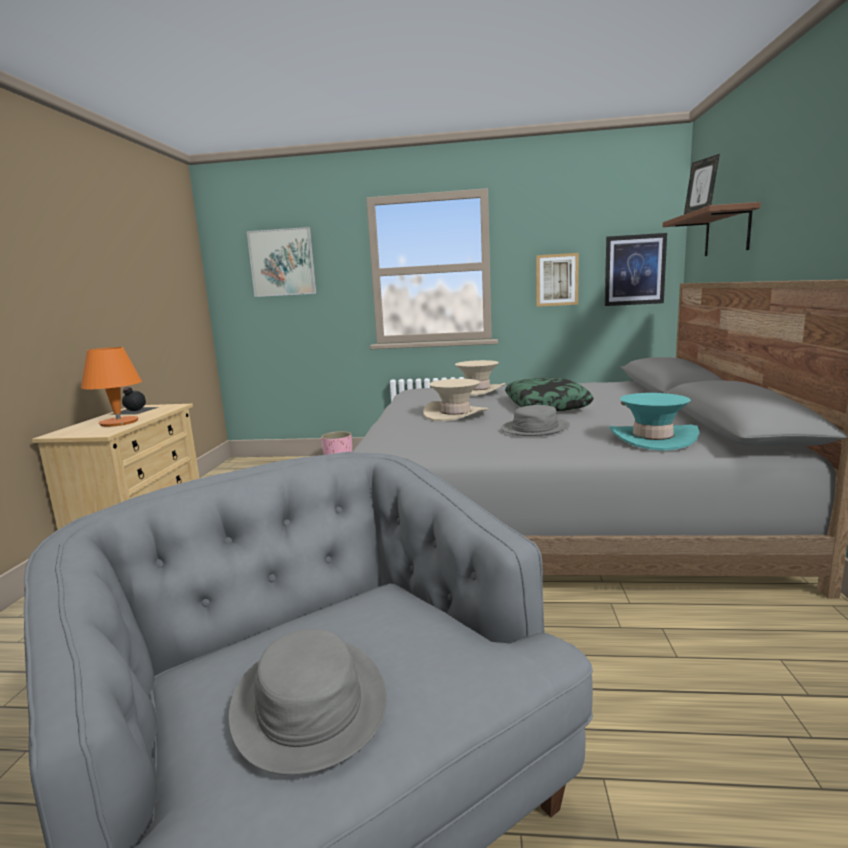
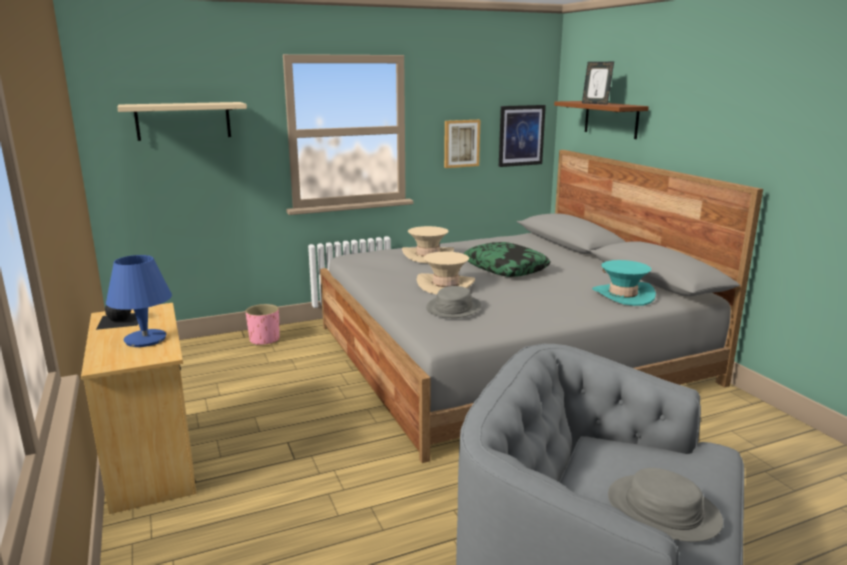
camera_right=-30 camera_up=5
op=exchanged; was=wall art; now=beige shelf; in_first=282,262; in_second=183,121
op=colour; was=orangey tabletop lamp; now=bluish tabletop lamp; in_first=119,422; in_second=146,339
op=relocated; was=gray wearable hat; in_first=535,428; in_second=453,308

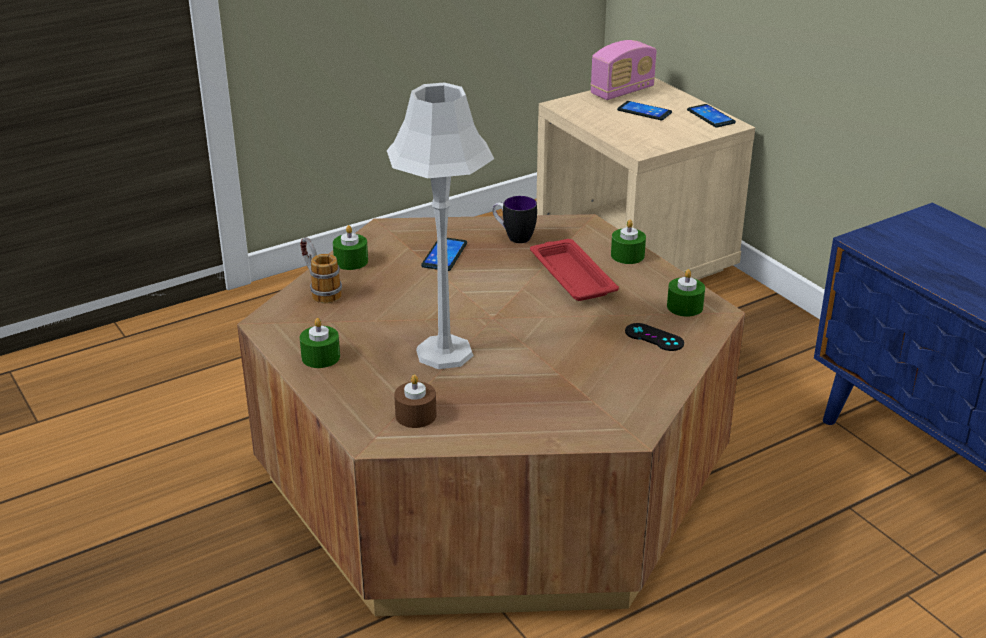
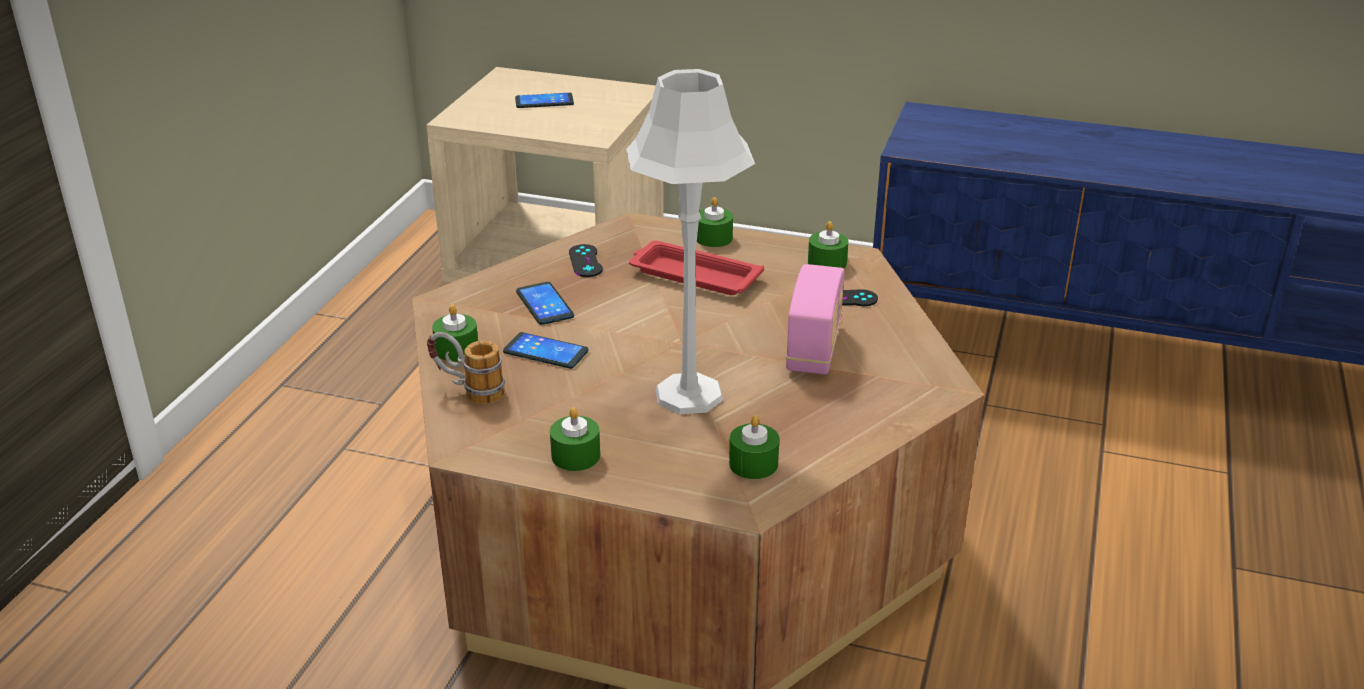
camera_right=-40 camera_up=0
op=relocated; was=radio set; in_first=622,92; in_second=814,349
op=relocated; was=telephone; in_first=710,116; in_second=545,352
op=exchanged; was=coffee mug; now=blackish joypad; in_first=513,237; in_second=585,261
op=colour; was=brown wax candle; now=green-coloured wax candle; in_first=416,415; in_second=753,464

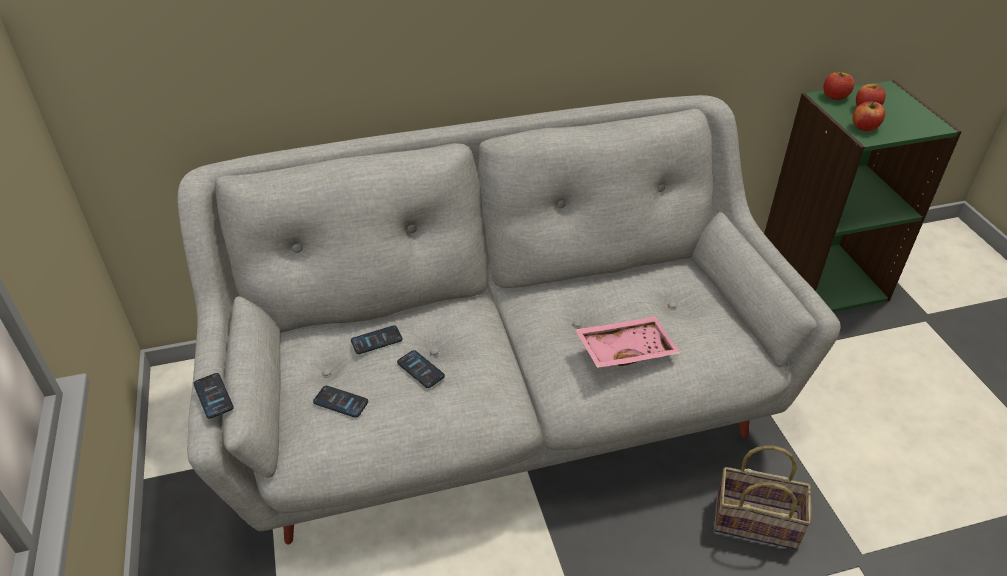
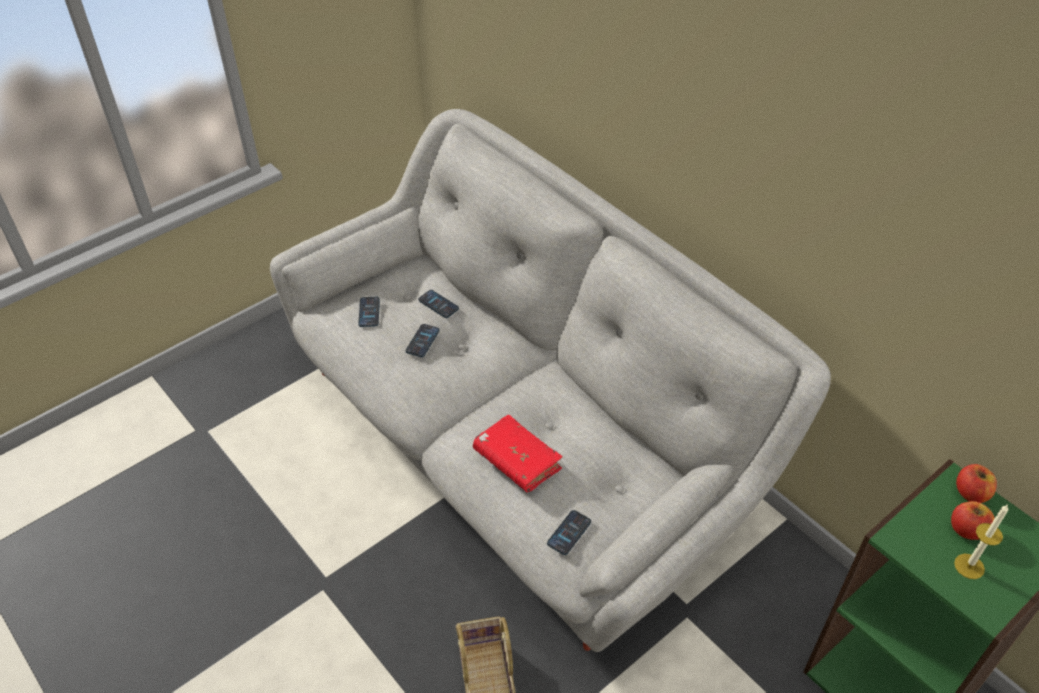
camera_right=65 camera_up=5
op=missing; was=apple; in_first=865,127
op=exchanged; was=pink-coloured serving tray; now=red-coloured volume; in_first=625,349; in_second=517,461
op=relocated; was=telephone; in_first=213,396; in_second=569,533
op=appeared; now=wax candle; in_second=969,566

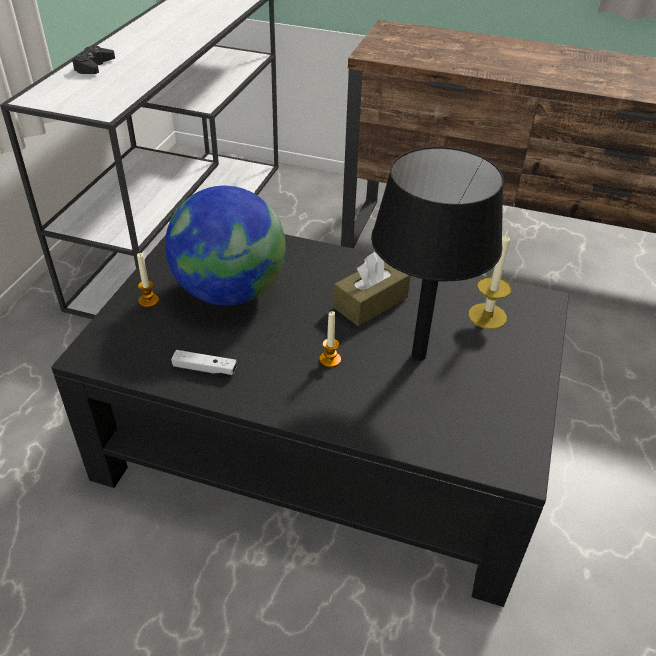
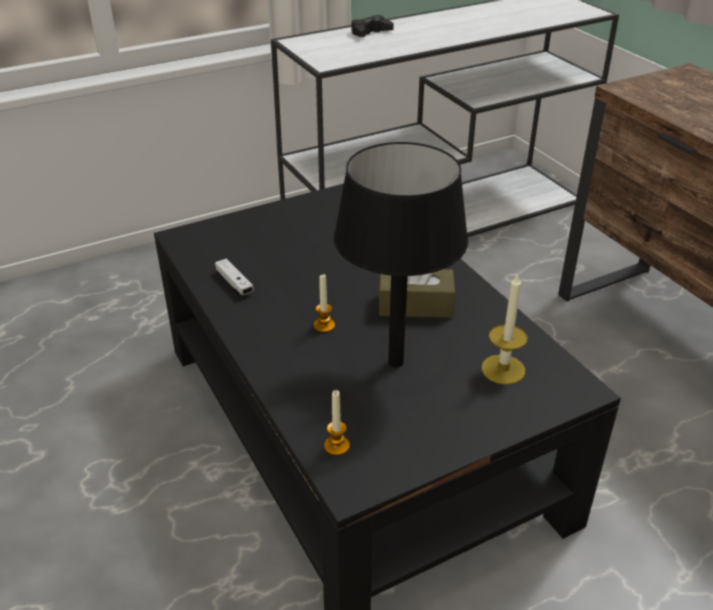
camera_right=45 camera_up=-5
op=missing; was=globe; in_first=230,292
op=relocated; was=wax candle; in_first=148,301; in_second=336,446

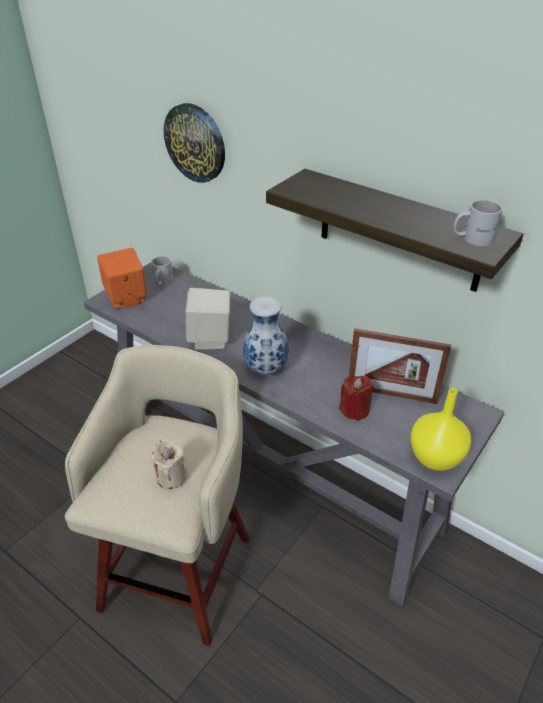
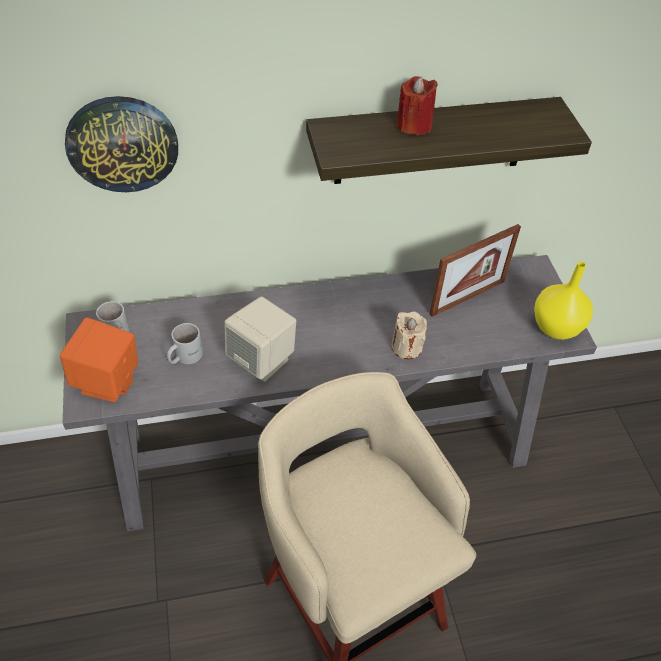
camera_right=-50 camera_up=10
op=relocated; was=whitish coffee mug; in_first=472,238; in_second=184,356
op=missing; was=flower vase; in_first=266,370
op=relocated; was=red-coloured wax candle; in_first=354,410; in_second=414,125
op=relocated; was=beige wax candle; in_first=171,477; in_second=406,347

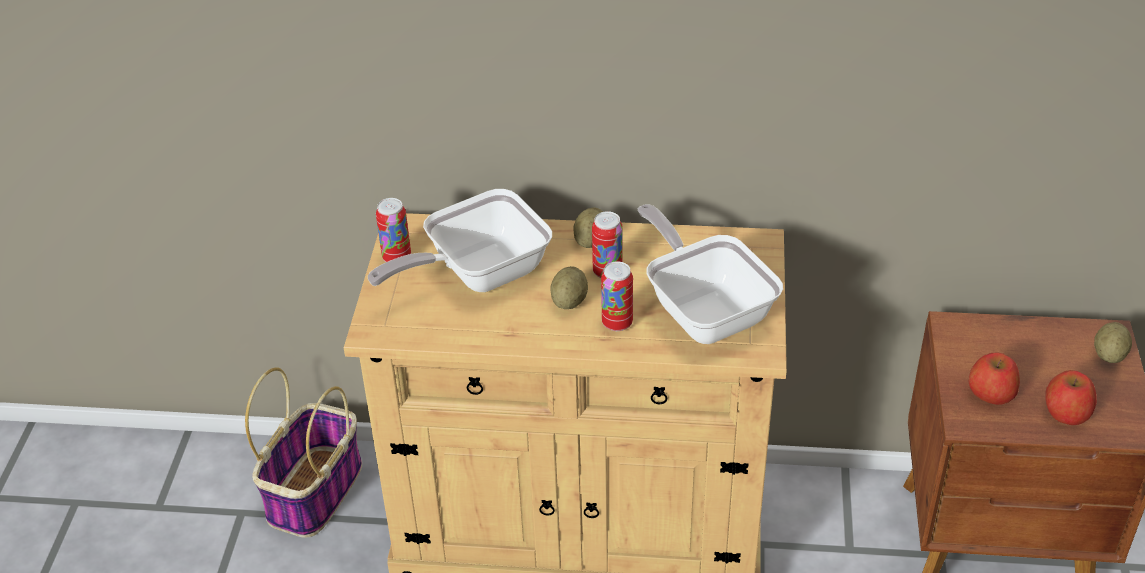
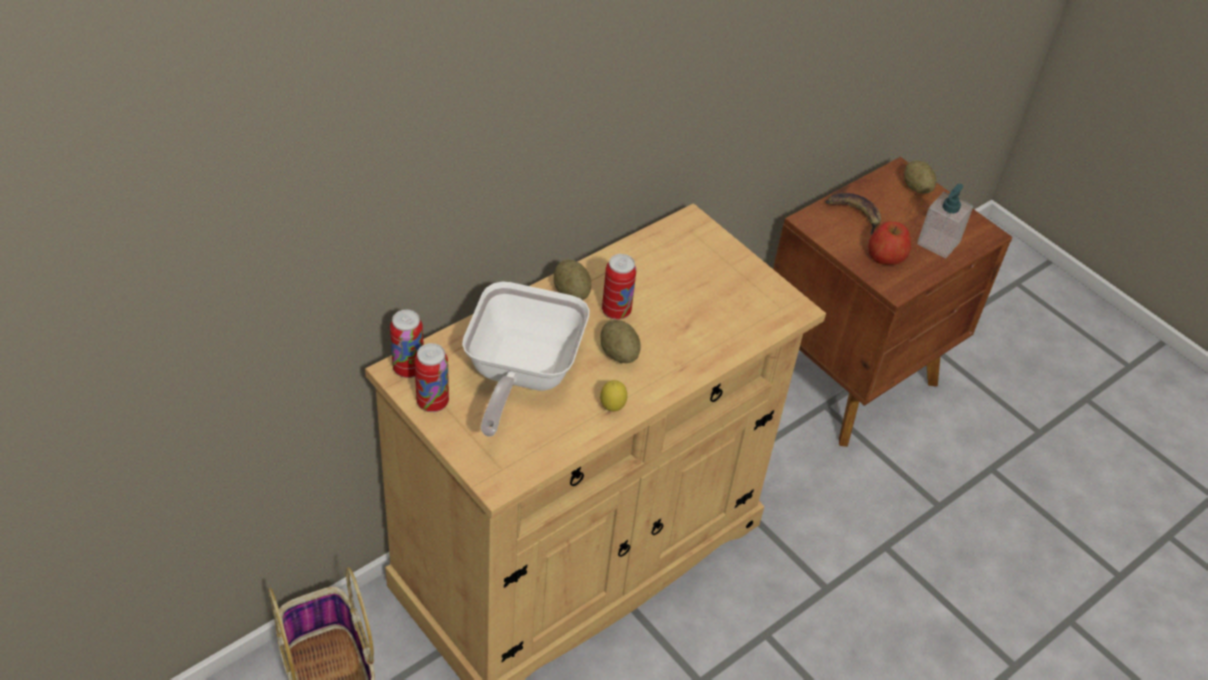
camera_right=-50 camera_up=5
op=missing; was=skillet; in_first=704,310
op=relocated; was=can; in_first=617,323; in_second=408,369
op=exchanged; was=apple; now=soap dispenser; in_first=1066,412; in_second=938,243
op=appeared; now=banana; in_second=853,214
op=appeared; now=whole lemon; in_second=612,408

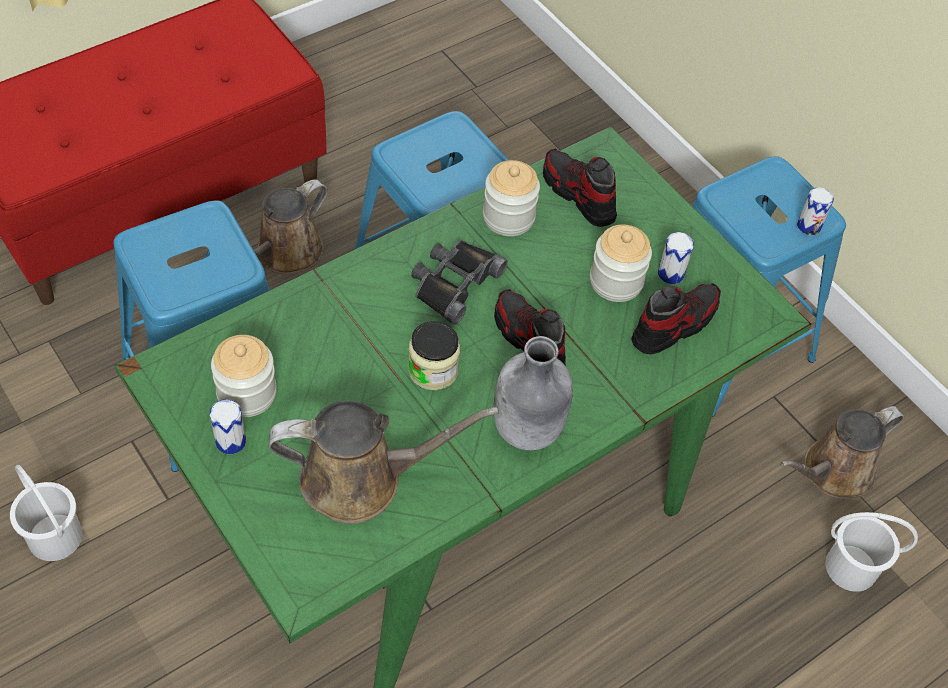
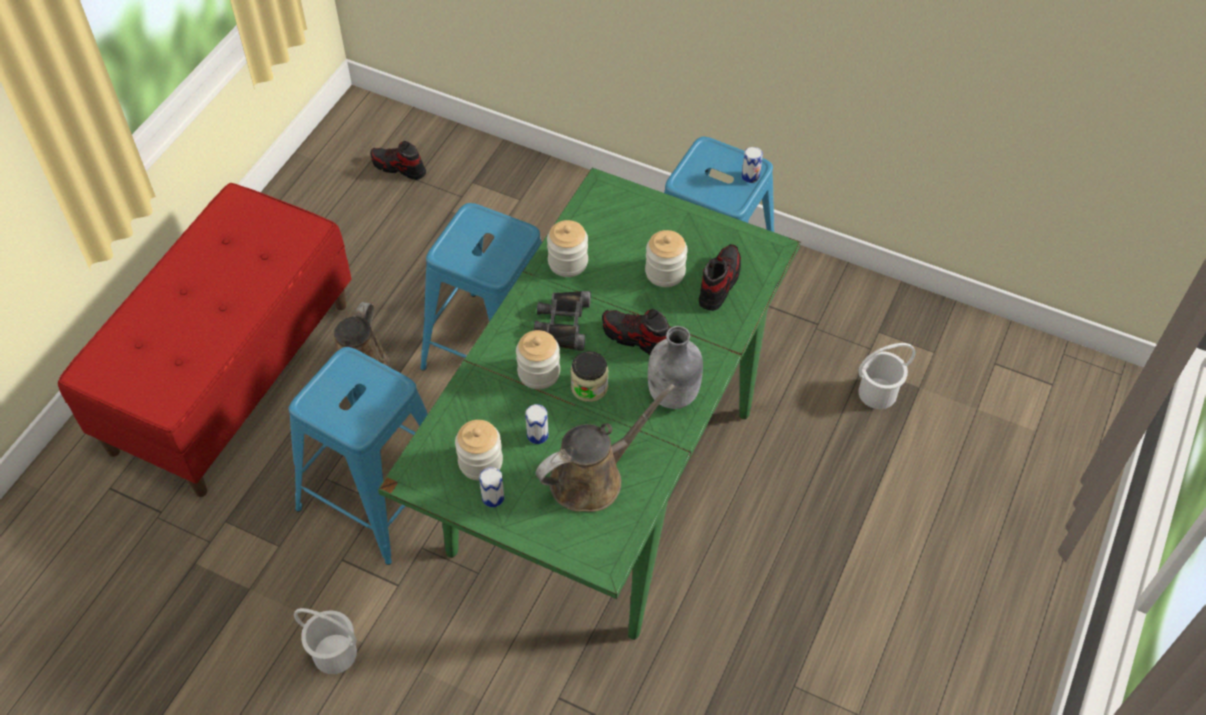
camera_right=-25 camera_up=0
op=relocated; was=item of footwear; in_first=578,195; in_second=399,168
op=relocated; was=can; in_first=670,274; in_second=537,435
op=missing; was=brown watering pot; in_first=832,472
op=appeared; now=storage jar; in_second=539,372

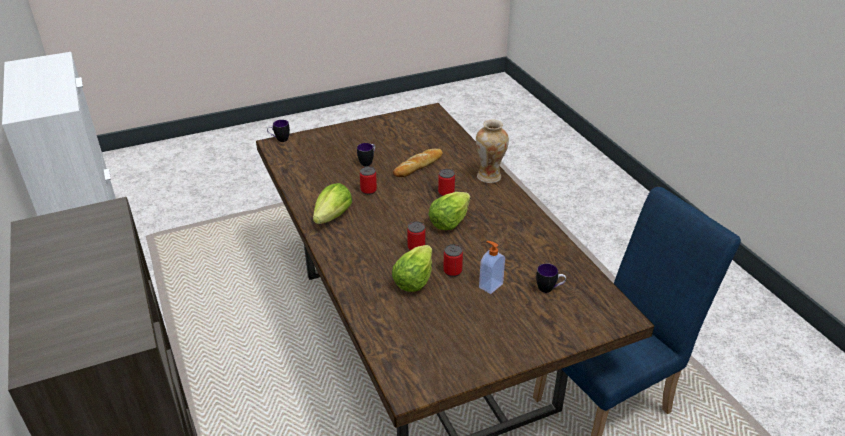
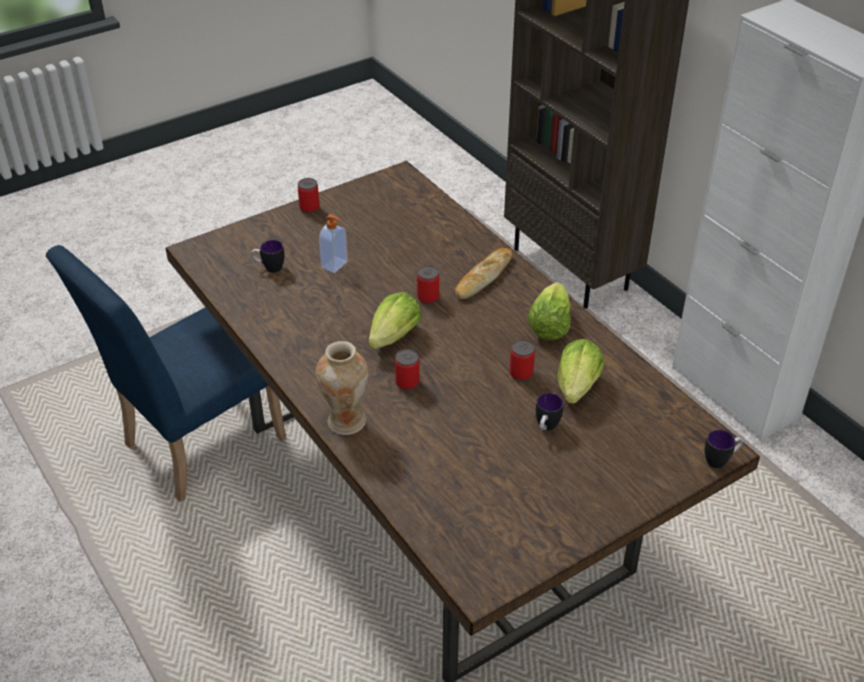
camera_right=170 camera_up=5
op=relocated; was=bakery bread; in_first=418,165; in_second=483,277
op=relocated; was=can; in_first=452,271; in_second=309,208
op=relocated; was=lettuce; in_first=413,280; in_second=577,386

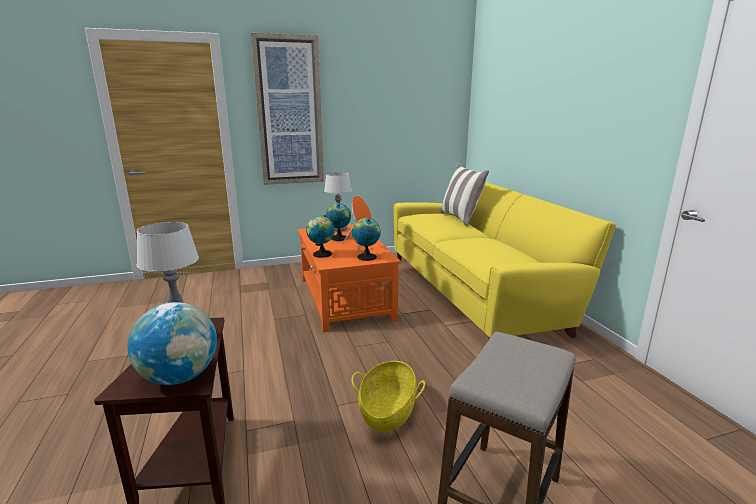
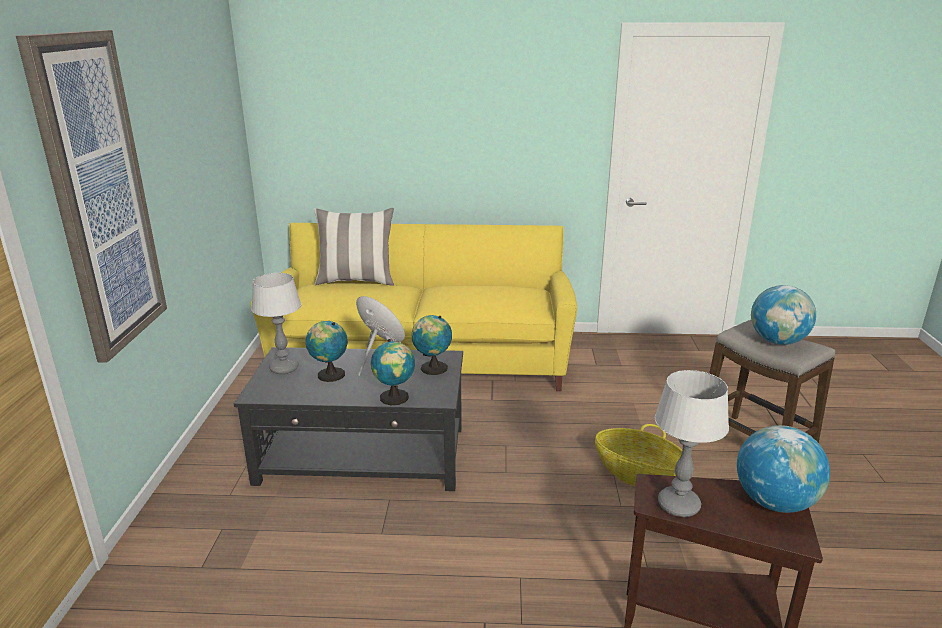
camera_right=-70 camera_up=5
op=colour; was=orangey coffee table; now=blackish coffee table; in_first=345,298; in_second=363,455
op=appeared; now=globe; in_second=777,341

